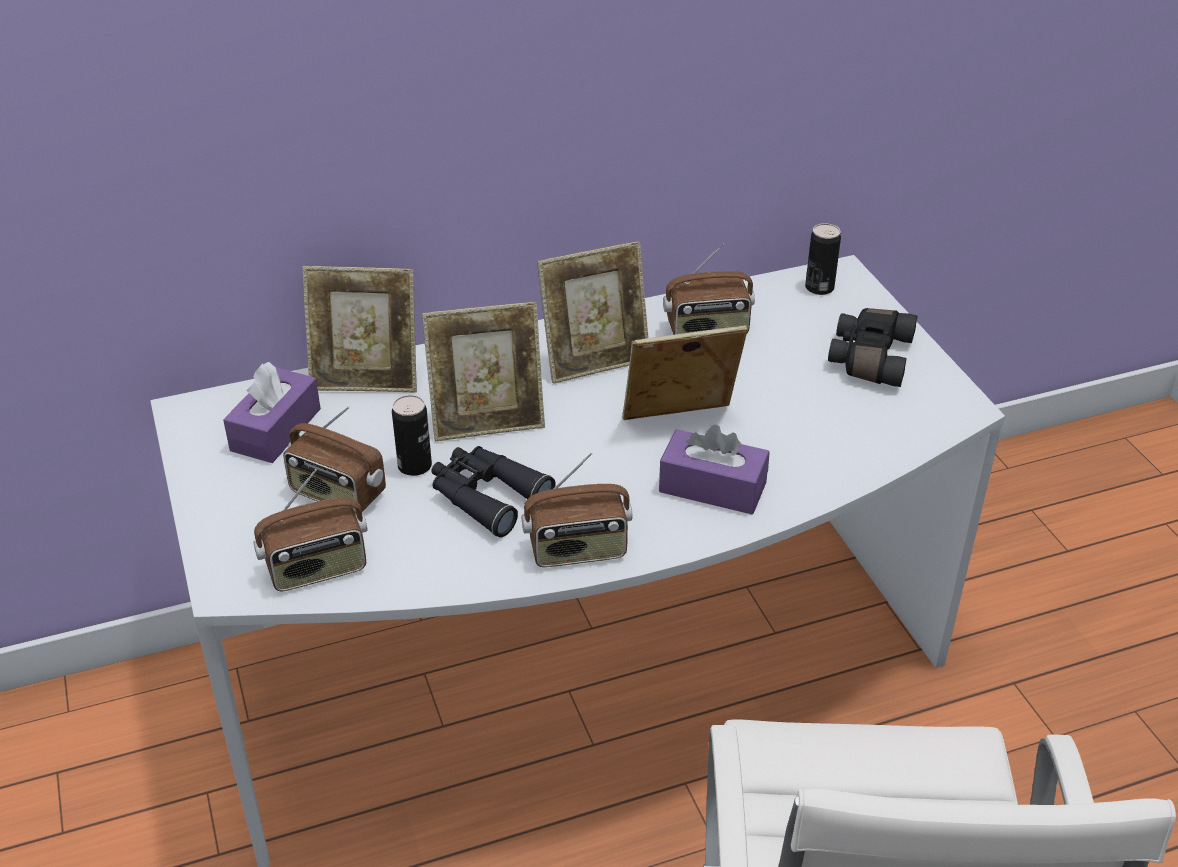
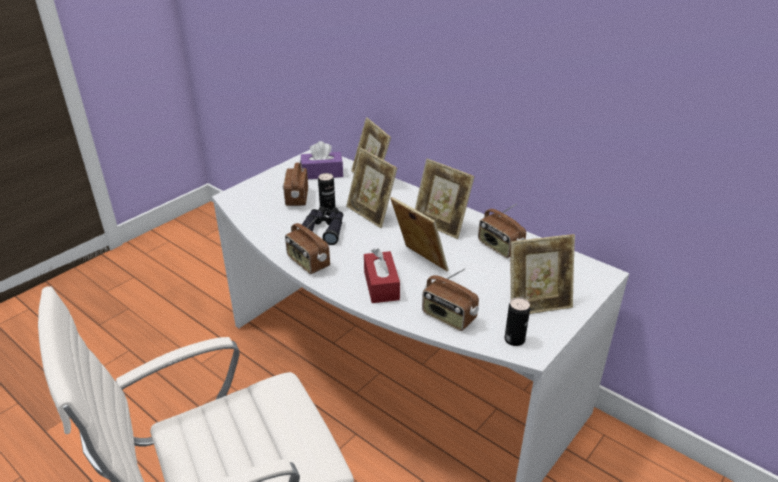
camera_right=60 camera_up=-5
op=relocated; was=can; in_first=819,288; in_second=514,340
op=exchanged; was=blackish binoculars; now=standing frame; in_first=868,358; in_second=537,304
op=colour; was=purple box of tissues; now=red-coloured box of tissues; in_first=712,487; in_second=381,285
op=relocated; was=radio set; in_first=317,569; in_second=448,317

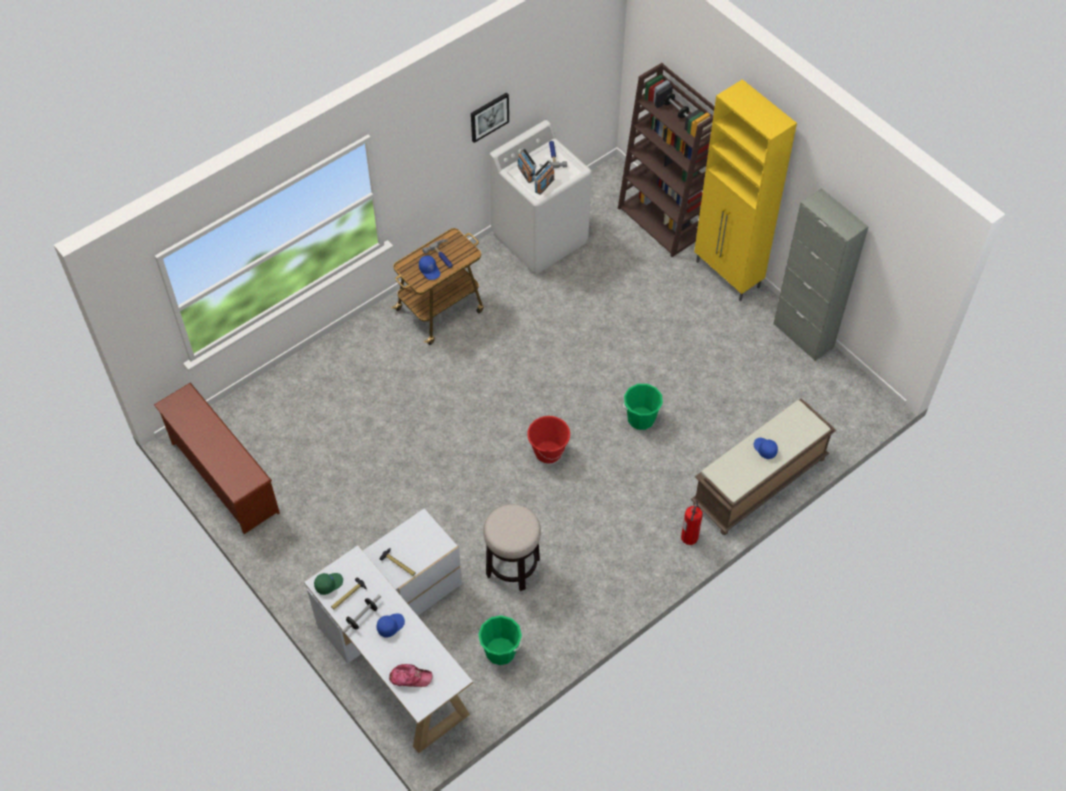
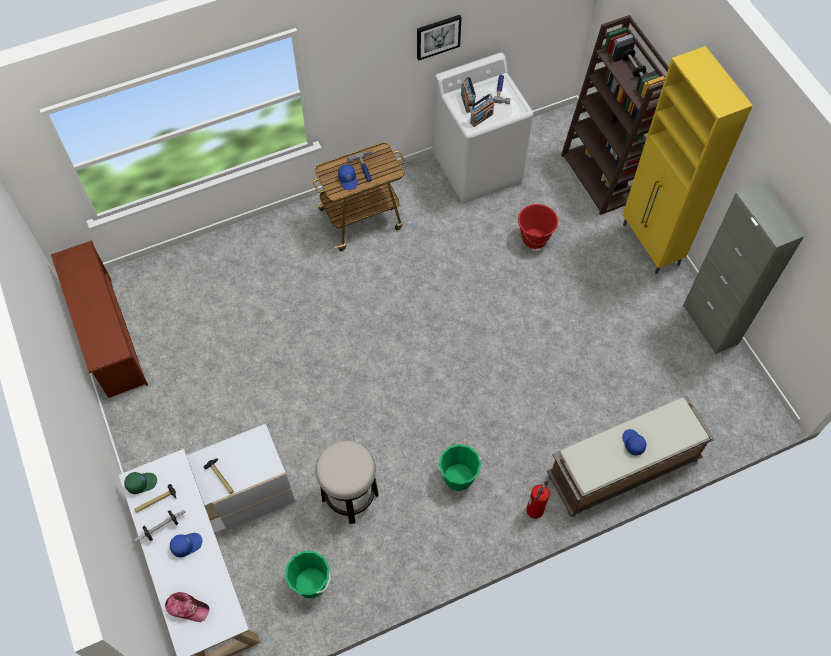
camera_right=15 camera_up=5
op=relocated; was=green-coloured bucket; in_first=641,418; in_second=458,477
op=relocated; was=red-coloured bucket; in_first=548,452; in_second=534,239

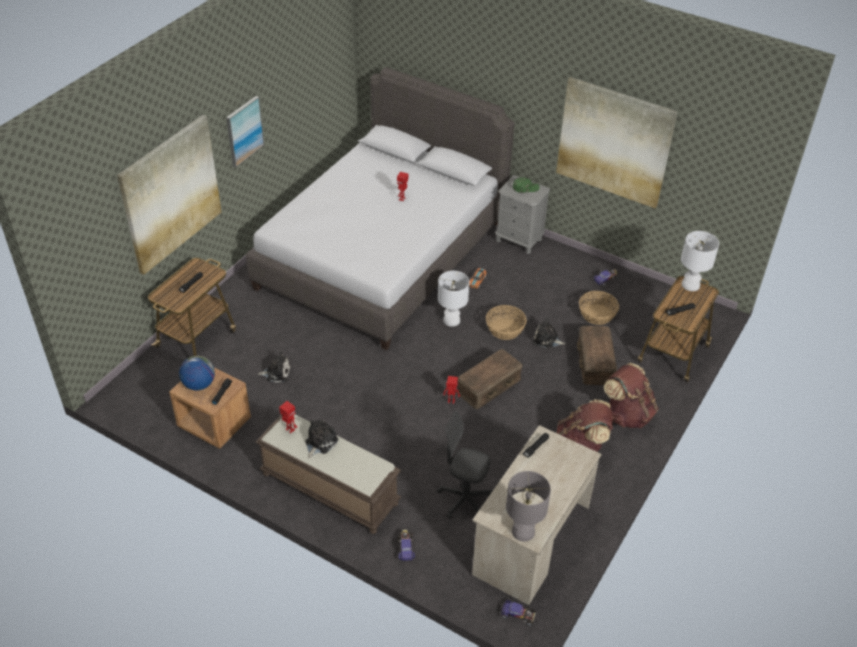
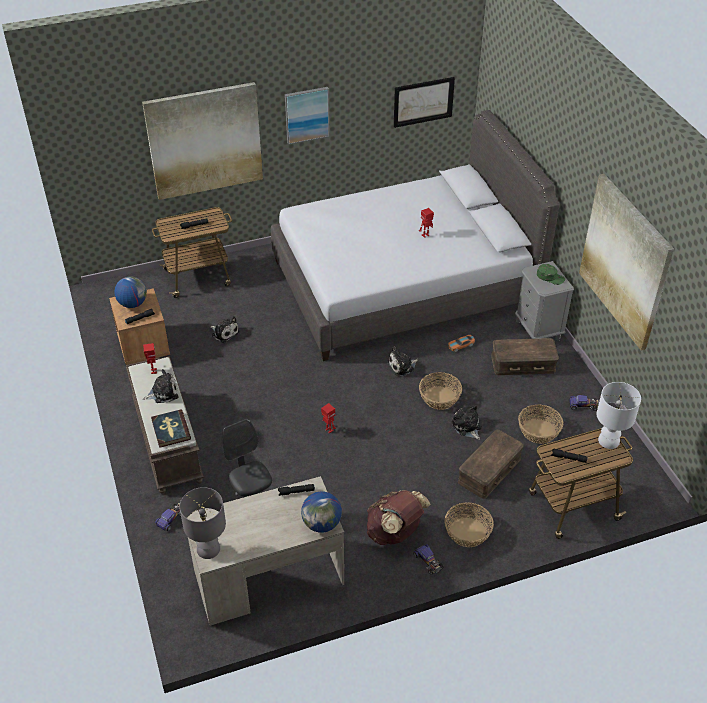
camera_right=40 camera_up=0
op=exchanged; was=whitish tabletop lamp; now=cuddly toy; in_first=452,320; in_second=402,366
op=relocated; was=brown storage container; in_first=489,386; in_second=523,364
op=exchanged; was=brown knapsack; now=basket; in_first=627,414; in_second=467,532
op=relocated; was=miniature car; in_first=518,615; in_second=428,561
op=appeared; now=wall art; in_second=423,101
op=appeared; now=volume; in_second=170,430
op=appeared; now=globe; in_second=322,524

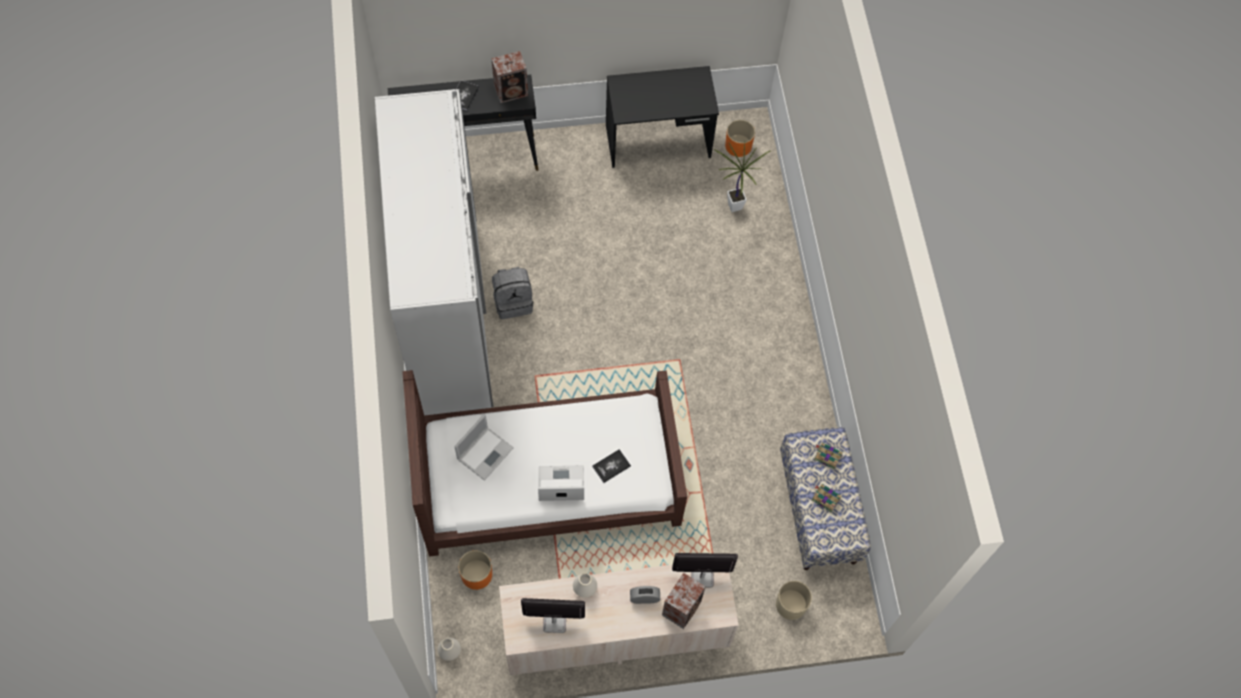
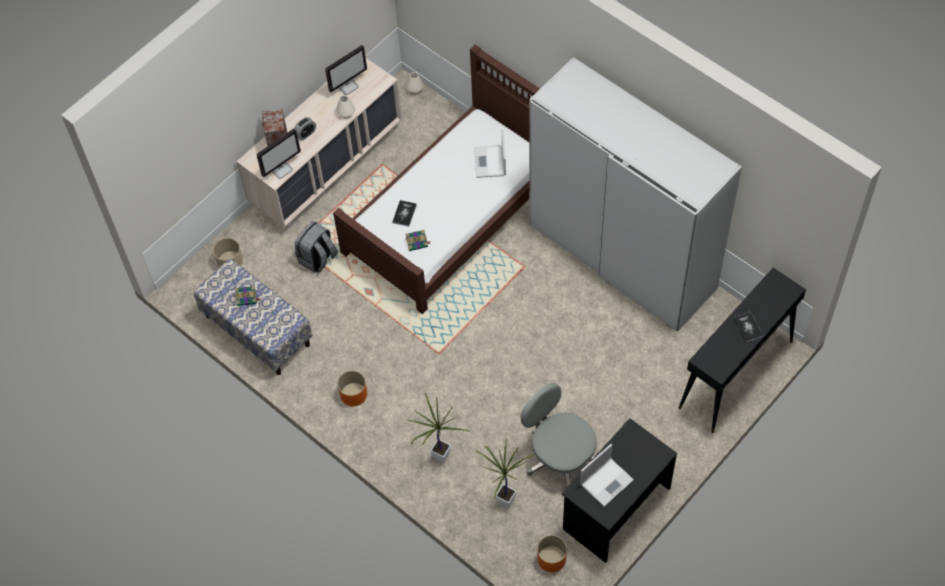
camera_right=145 camera_up=-5
op=missing; was=audio speaker; in_first=512,91
op=relocated; was=gray knapsack; in_first=513,301; in_second=318,259
op=relocated; was=volume; in_first=827,456; in_second=417,242
op=relocated; was=notebook computer; in_first=560,484; in_second=607,481
op=relocated; was=orangey planter; in_first=477,574; in_second=353,394
op=appeared; now=gray desk chair; in_second=559,457
op=appeared; now=plant in a pot; in_second=438,458

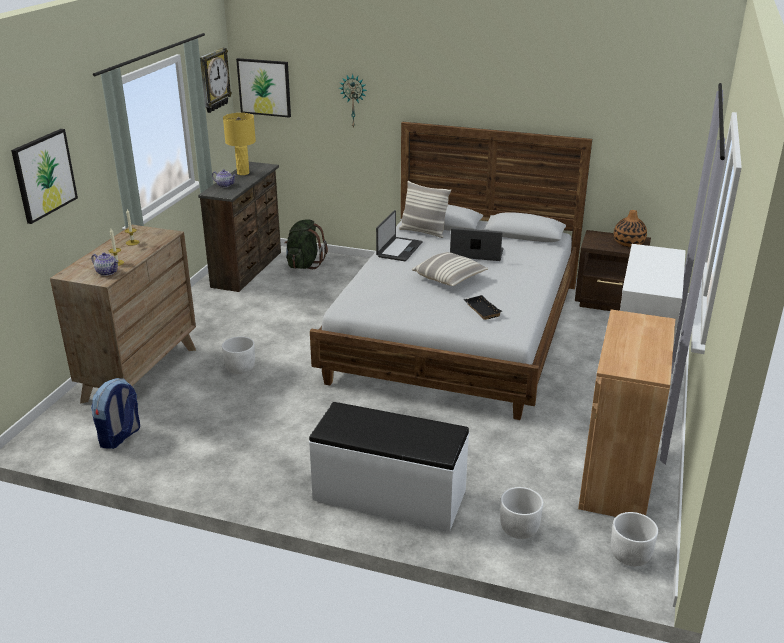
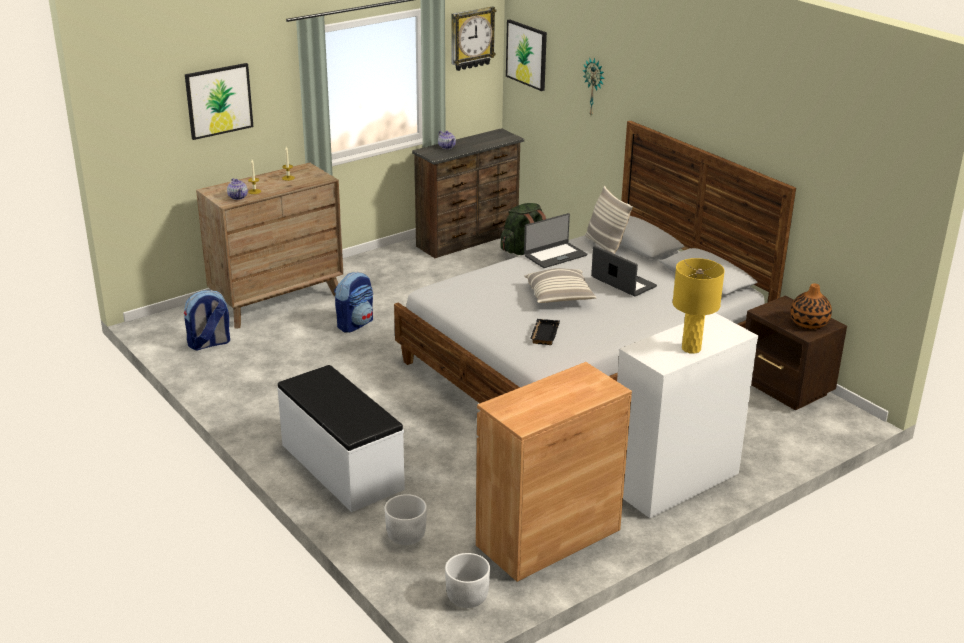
camera_right=35 camera_up=0
op=relocated; was=yellow-coloured tabletop lamp; in_first=243,173; in_second=691,349
op=exchanged; was=whitish planter; now=knapsack; in_first=240,368; in_second=355,324

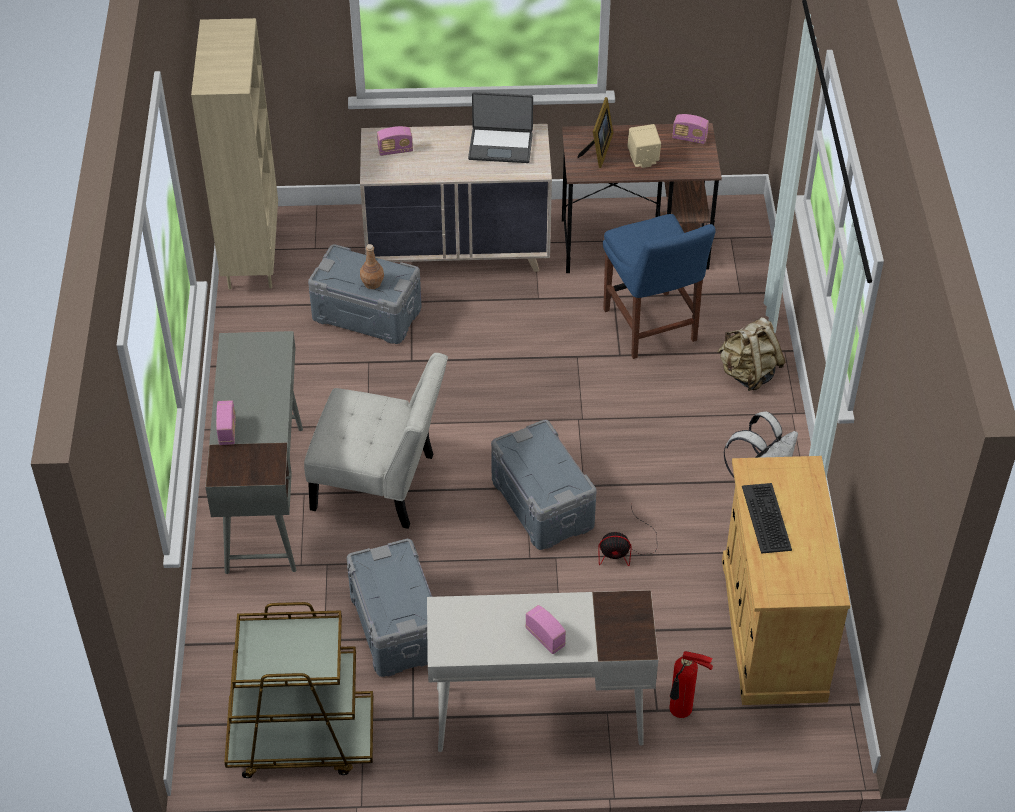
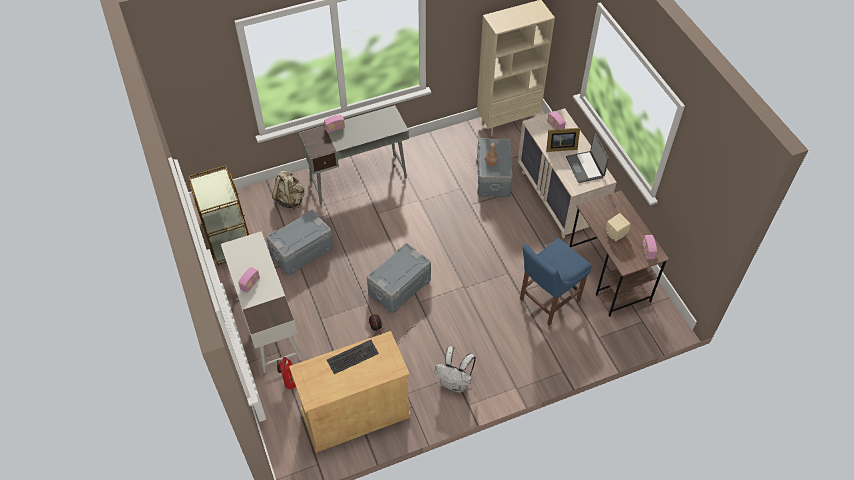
camera_right=70 camera_up=5
op=relocated; was=standing frame; in_first=598,150; in_second=560,147
op=relocated; was=beige knapsack; in_first=748,373; in_second=290,199
op=missing; was=whitish upright chair; in_first=380,484

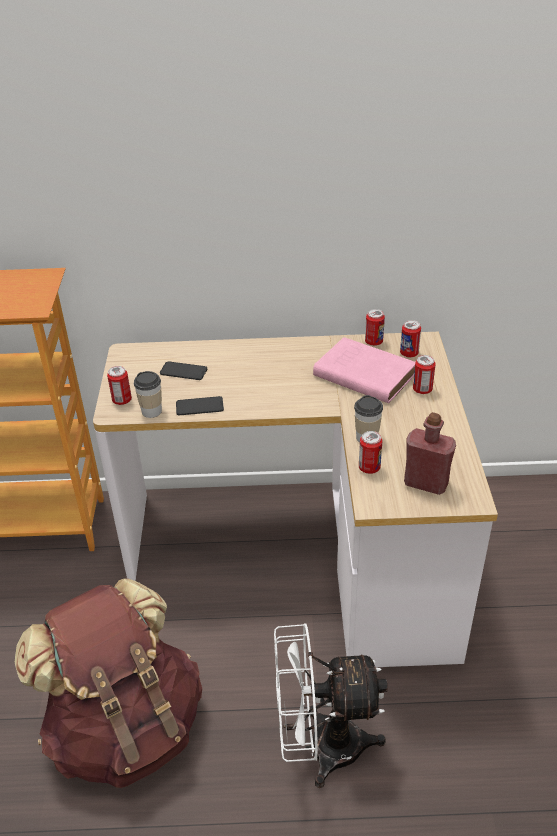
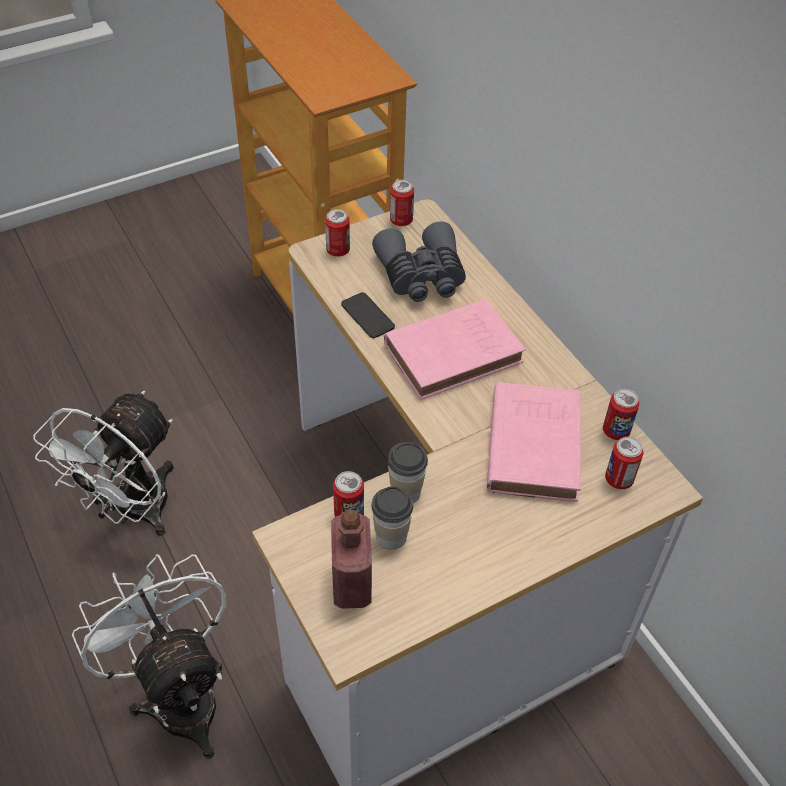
camera_right=60 camera_up=10
op=relocated; was=can; in_first=422,390; in_second=401,220
op=exchanged; was=telephone; now=gray binoculars; in_first=183,371; in_second=421,276
op=relocated; was=drinking cup; in_first=151,411; in_second=391,537
op=exchanged; was=brown knapsack; now=whitish electric fan; in_first=126,727; in_second=133,512
op=appeared; now=pink-coloured volume; in_second=456,352

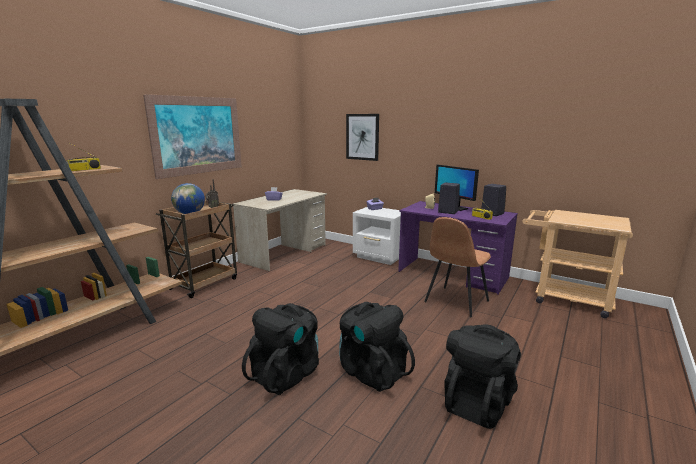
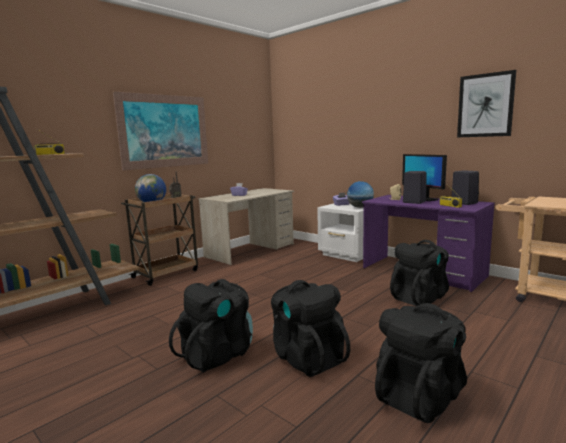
camera_right=10 camera_up=-5
op=relocated; was=wall art; in_first=362,137; in_second=485,105
op=exchanged; was=brown upright chair; now=blackish knapsack; in_first=455,302; in_second=419,297
op=appeared; now=globe; in_second=360,207

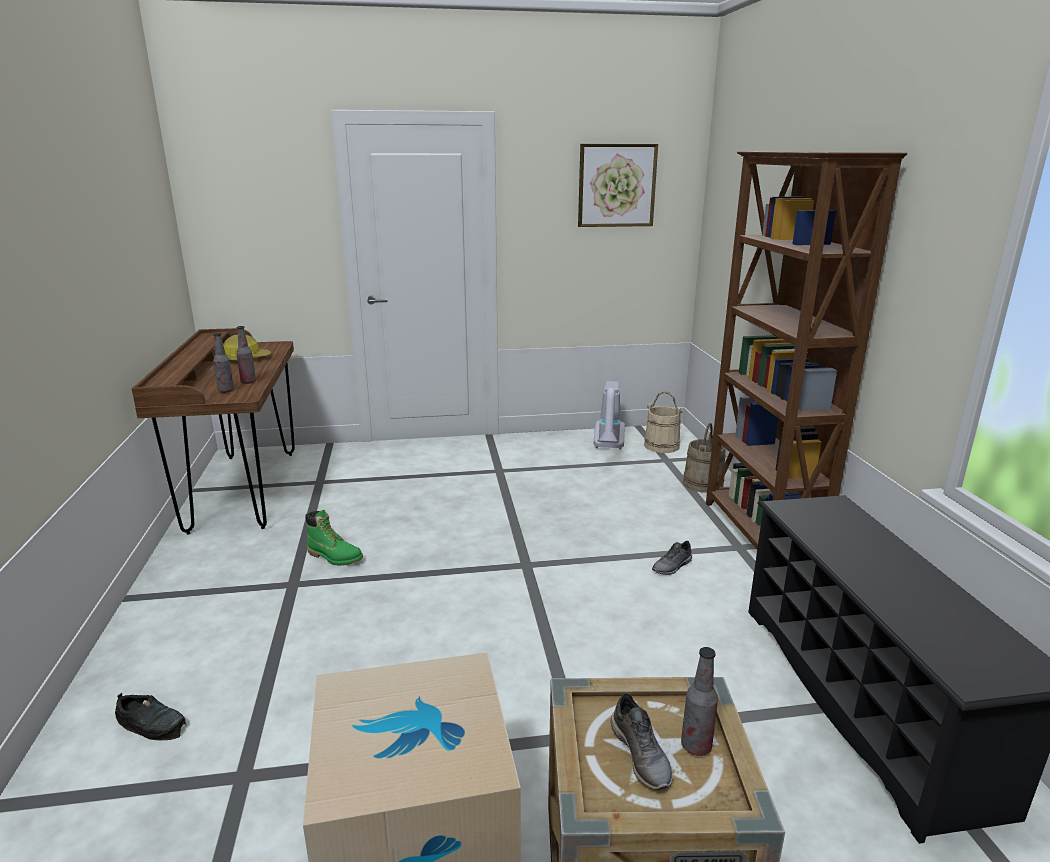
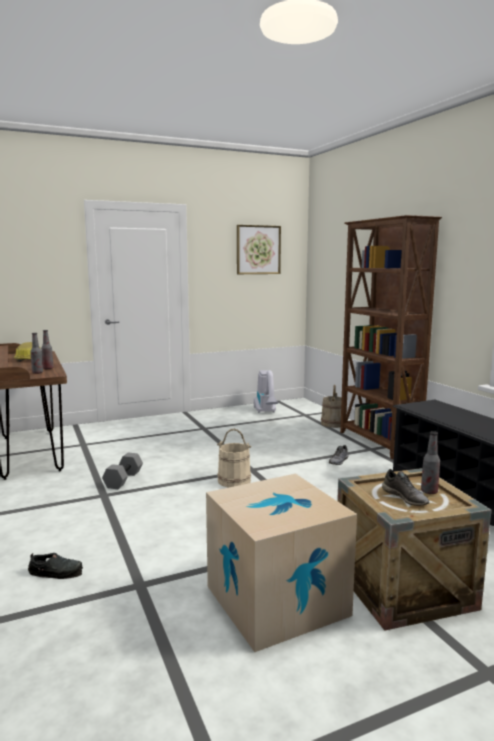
camera_right=-15 camera_up=-10
op=relocated; was=beige bucket; in_first=661,446; in_second=234,481
op=exchanged; was=green-coloured tall boot; now=gray hand weight; in_first=335,557; in_second=123,479

